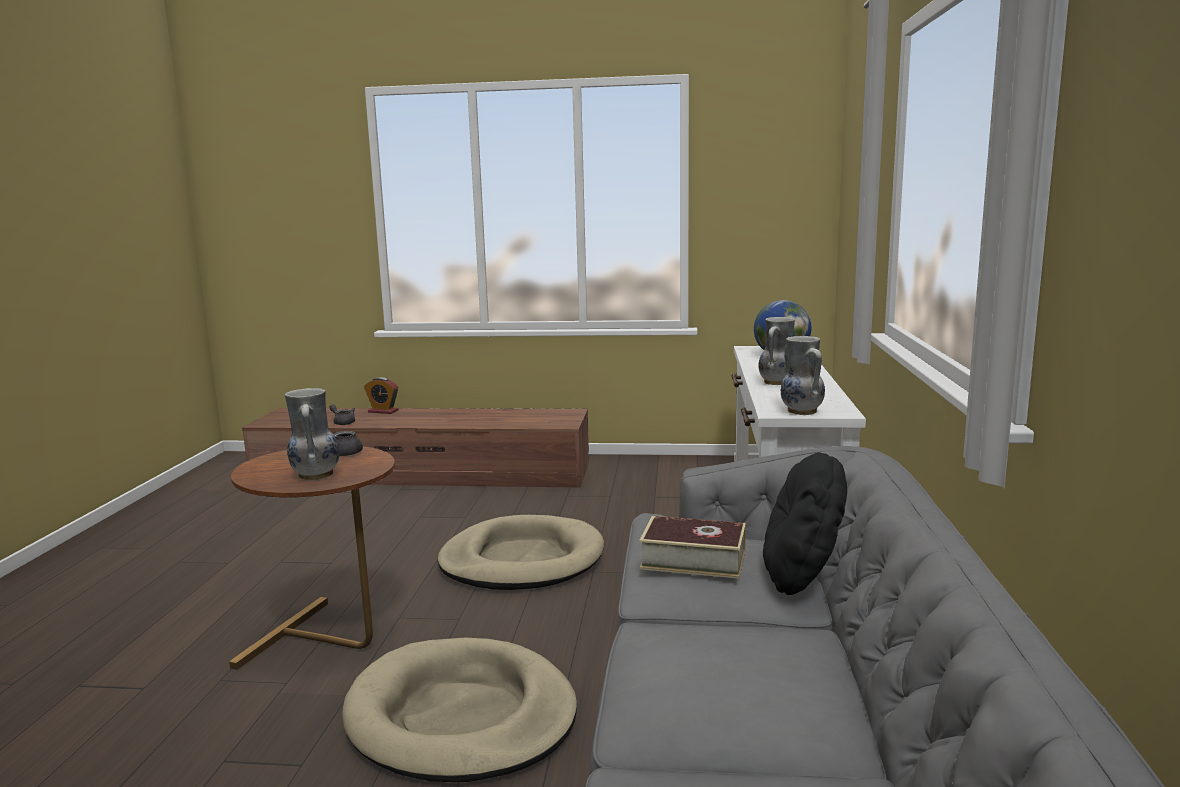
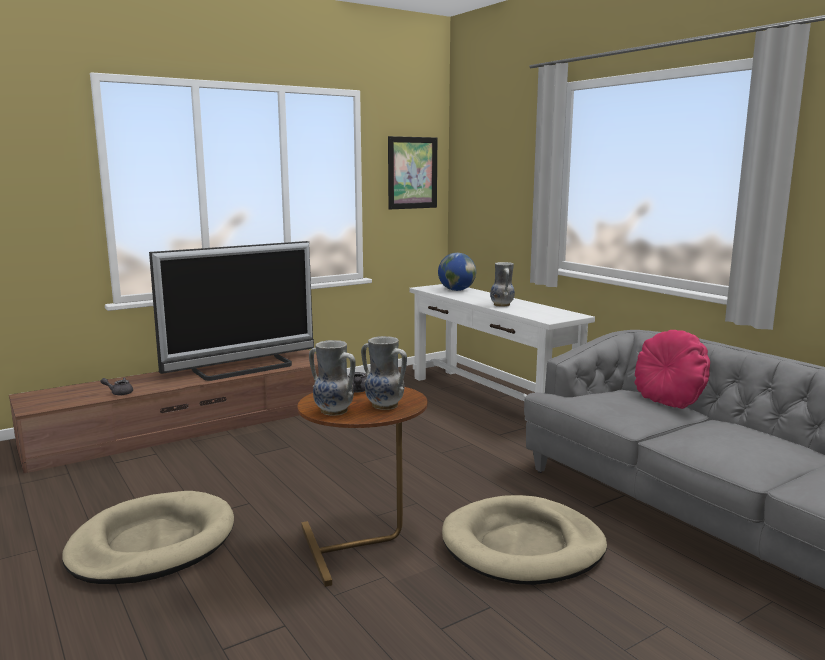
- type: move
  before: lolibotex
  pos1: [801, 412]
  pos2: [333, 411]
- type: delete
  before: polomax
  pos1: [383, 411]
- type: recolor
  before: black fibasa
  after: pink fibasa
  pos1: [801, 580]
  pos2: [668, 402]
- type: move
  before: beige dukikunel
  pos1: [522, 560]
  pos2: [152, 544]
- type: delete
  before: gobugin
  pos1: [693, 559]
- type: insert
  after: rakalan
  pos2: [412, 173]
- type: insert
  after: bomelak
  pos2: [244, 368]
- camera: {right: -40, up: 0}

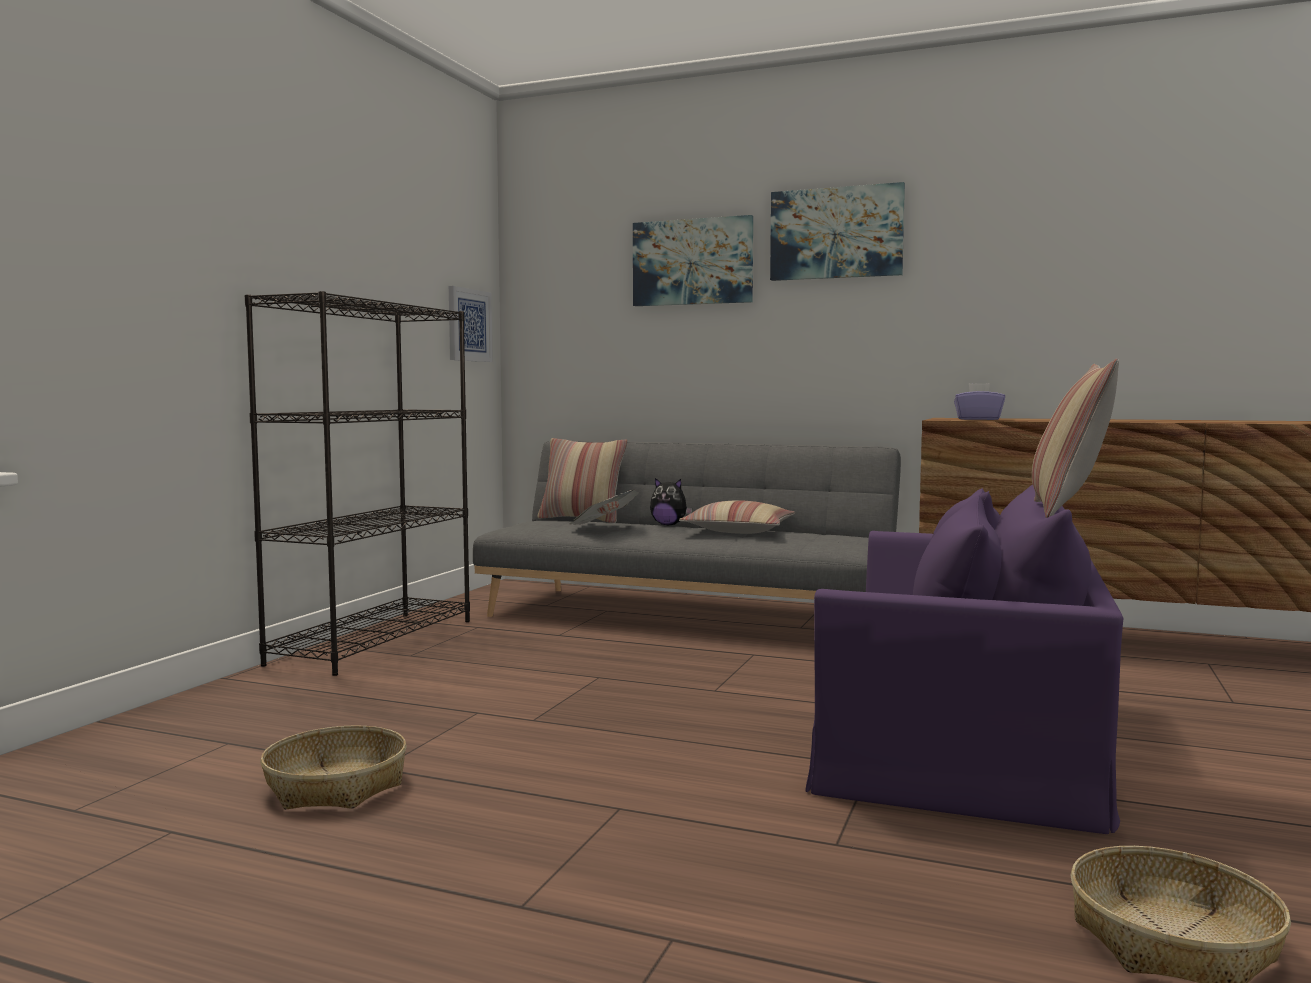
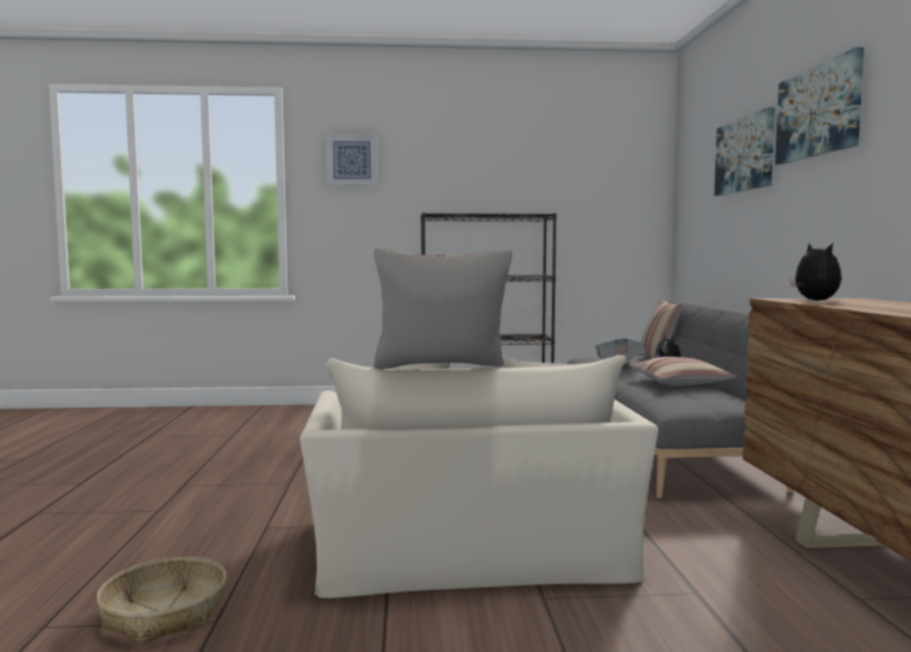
- type: move
  before: rakalan
  pos1: [469, 325]
  pos2: [352, 160]
- type: replace
  before: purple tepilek
  after: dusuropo
  pos1: [978, 419]
  pos2: [813, 300]
- type: recolor
  before: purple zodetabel
  after: beige zodetabel
  pos1: [961, 740]
  pos2: [469, 544]
- type: delete
  before: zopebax
  pos1: [336, 786]
- camera: {right: 65, up: 0}

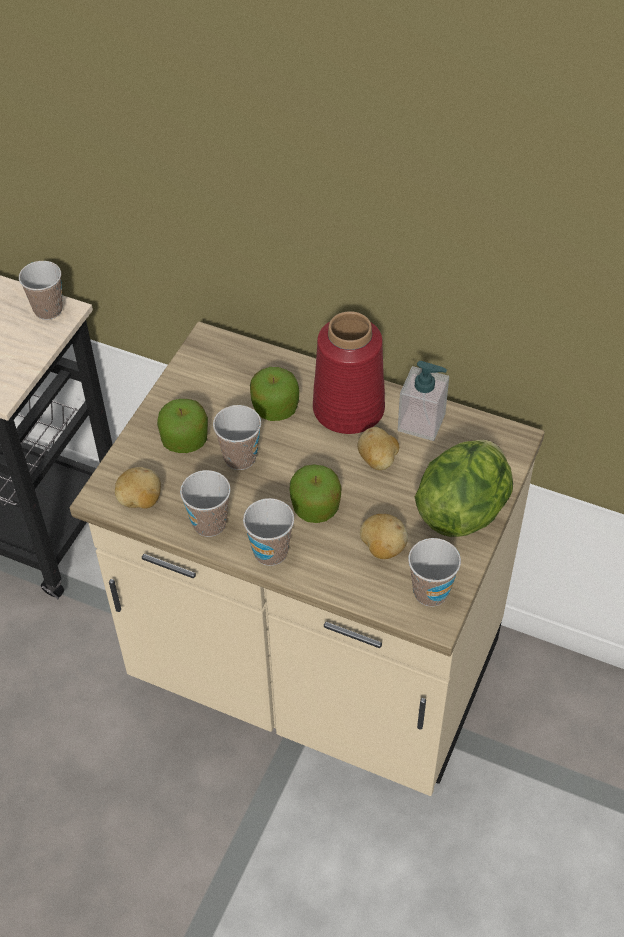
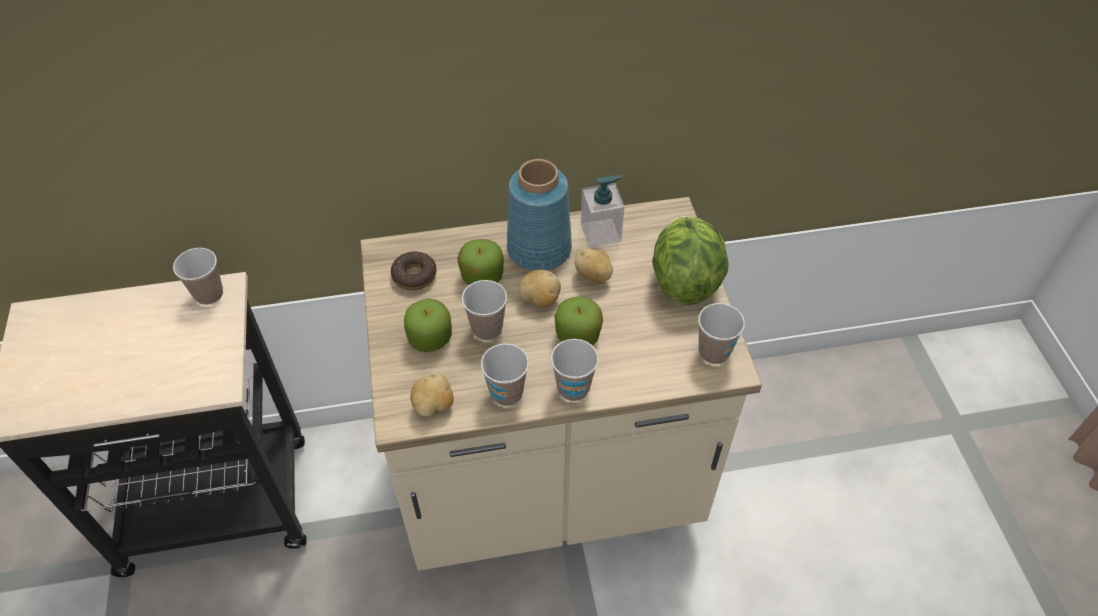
- type: recolor
  before: red lolibotex
  after: blue lolibotex
  pos1: [349, 408]
  pos2: [539, 248]
- type: move
  before: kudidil
  pos1: [382, 548]
  pos2: [540, 300]
- type: insert
  after: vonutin
  pos2: [414, 275]
- camera: {right: -35, up: 0}

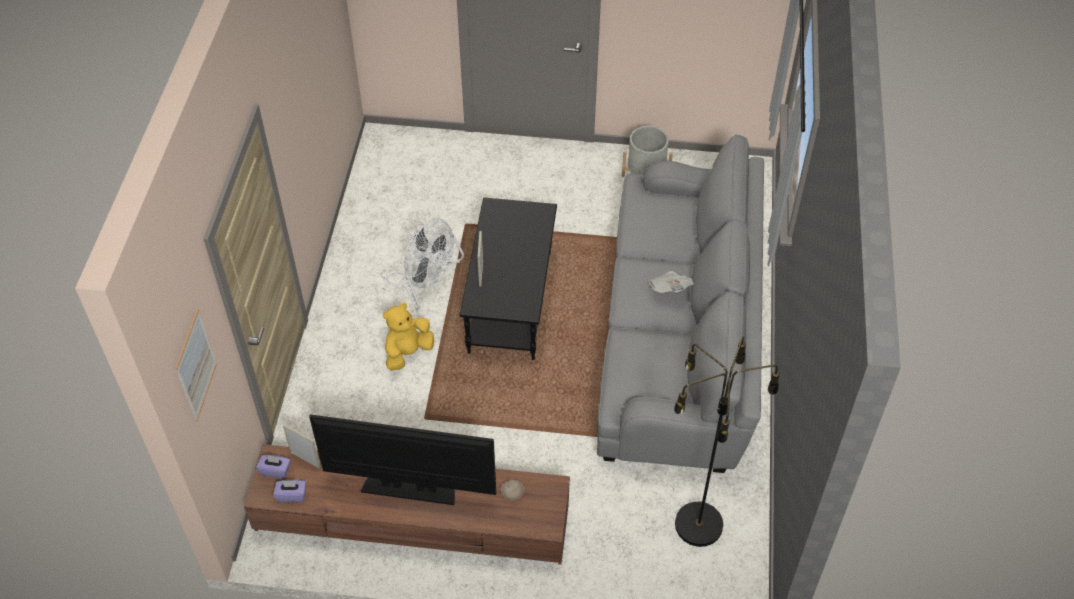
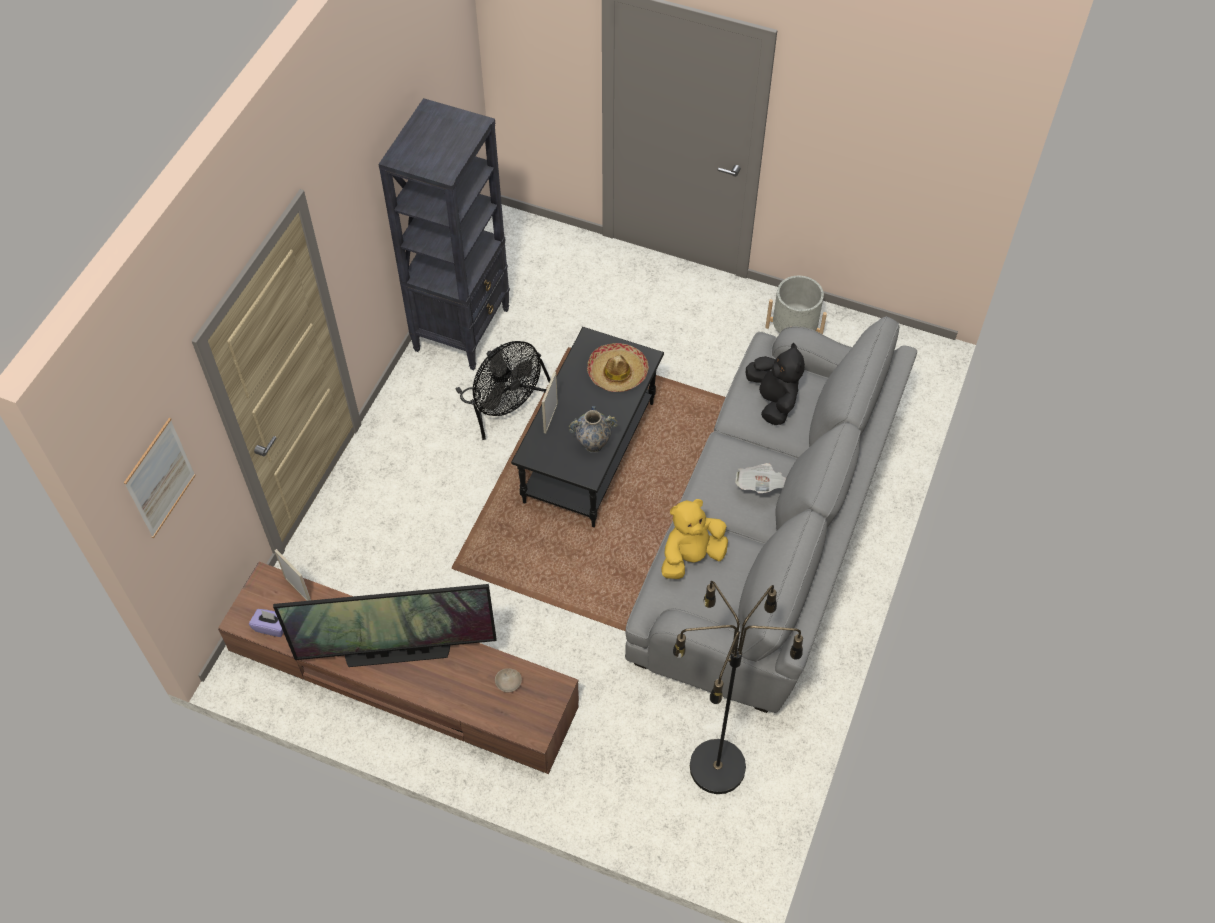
- type: recolor
  before: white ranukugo
  after: black ranukugo
  pos1: [424, 281]
  pos2: [501, 406]
- type: move
  before: yellow dusuropo
  pos1: [408, 352]
  pos2: [691, 557]
- type: rotate
  before: bomelak
  pos1: [409, 490]
  pos2: [397, 652]
  turn: 150
- type: delete
  before: purple tepilek
  pos1: [275, 470]
- type: insert
  after: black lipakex
  pos2: [462, 329]
- type: insert
  after: black dusuropo
  pos2: [773, 400]
- type: insert
  after: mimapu
  pos2: [617, 373]
- type: insert
  after: lolibotex
  pos2: [593, 445]
- camera: {right: 15, up: 5}

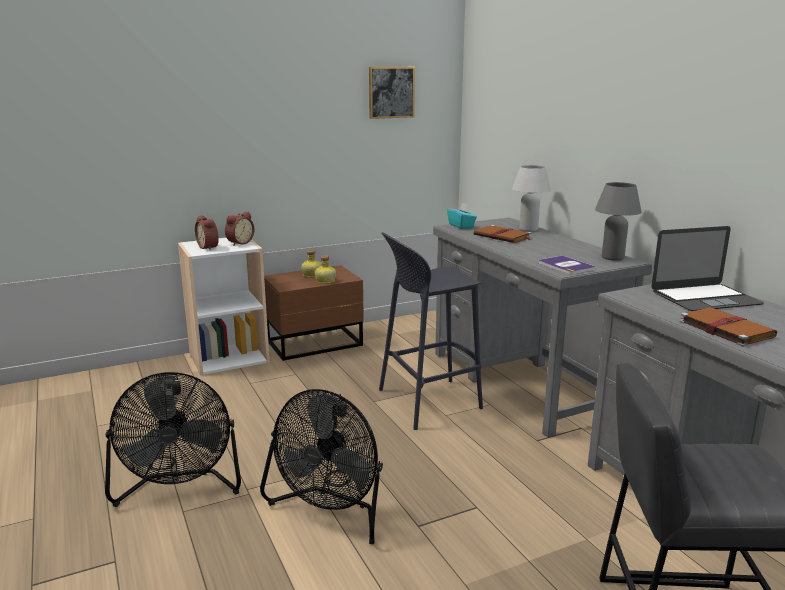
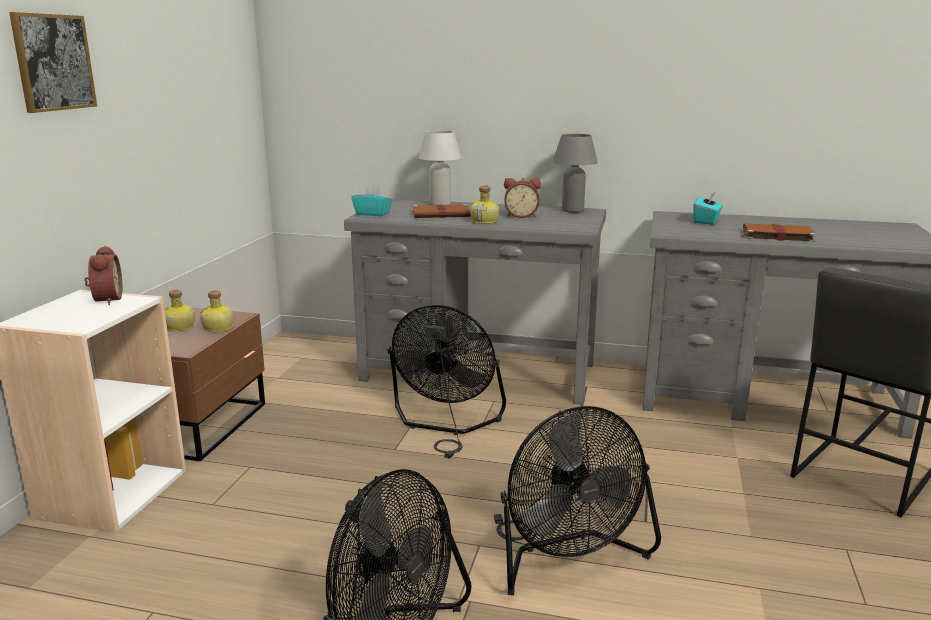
- type: move
  before: rakalan
  pos1: [391, 92]
  pos2: [53, 62]
- type: move
  before: polomax
  pos1: [209, 247]
  pos2: [521, 216]
- type: replace
  before: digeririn
  after: turquoise tepilek
  pos1: [705, 297]
  pos2: [706, 221]
- type: replace
  before: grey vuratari
  after: black ranukugo
  pos1: [428, 402]
  pos2: [443, 424]
- type: delete
  before: gobugin
  pos1: [566, 266]
- type: insert
  after: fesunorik
  pos2: [485, 221]
- camera: {right: -50, up: 0}

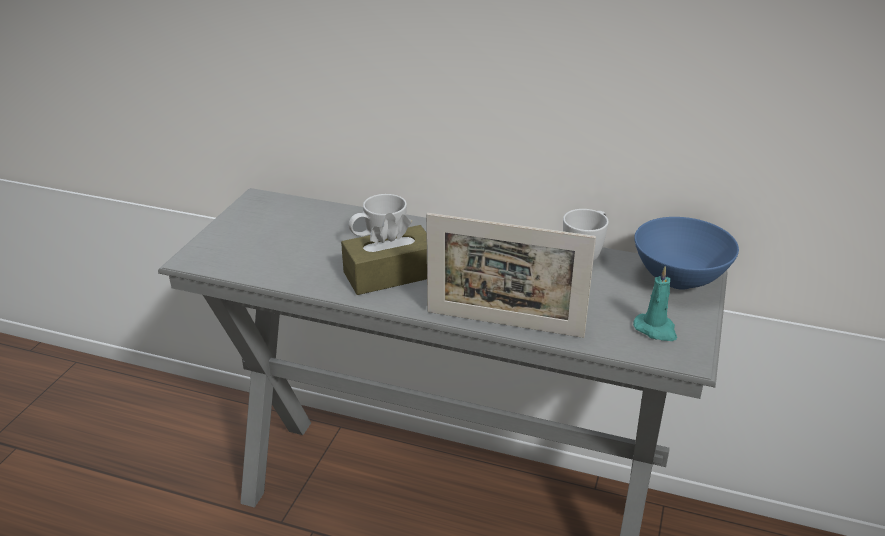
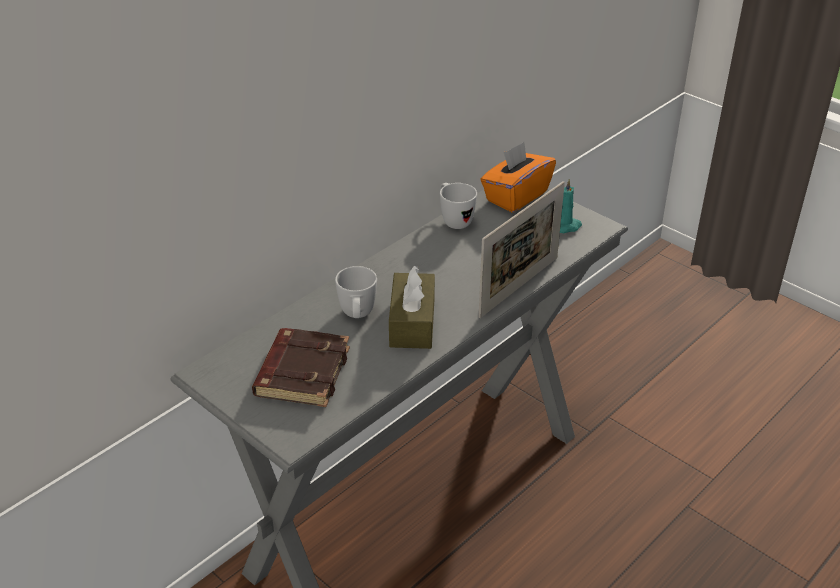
- type: replace
  before: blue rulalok
  after: orange tepilek
  pos1: [677, 281]
  pos2: [516, 196]
- type: insert
  after: brown gobugin
  pos2: [301, 372]
- camera: {right: -65, up: 5}

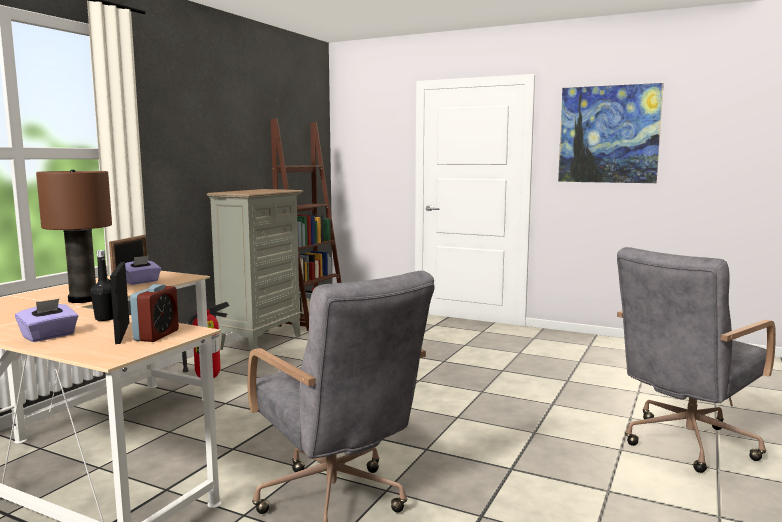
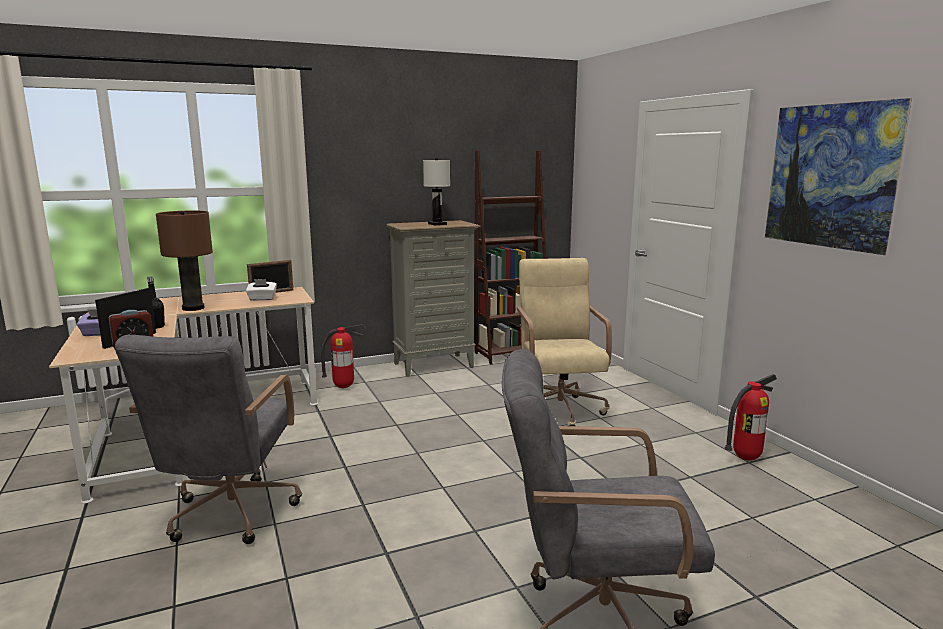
- type: recolor
  before: purple tepilek
  after: white tepilek
  pos1: [141, 282]
  pos2: [262, 299]
- type: insert
  after: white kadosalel
  pos2: [437, 224]
- type: insert
  after: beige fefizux
  pos2: [558, 409]
- type: insert
  after: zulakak
  pos2: [746, 458]
- camera: {right: 40, up: 5}

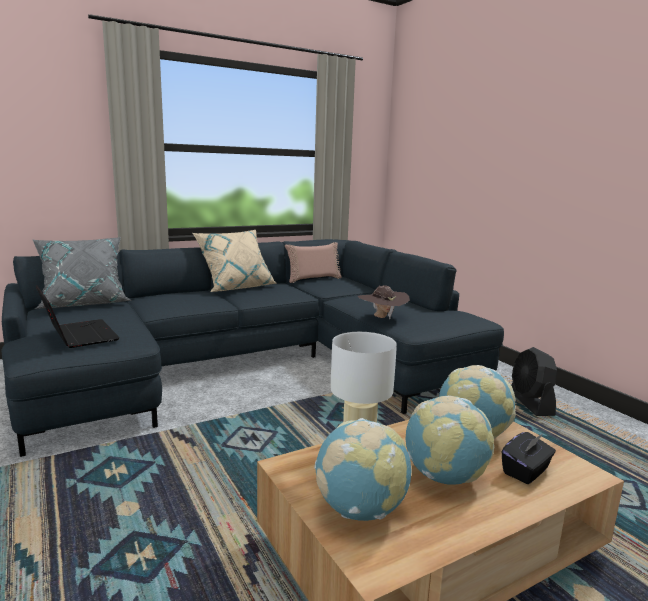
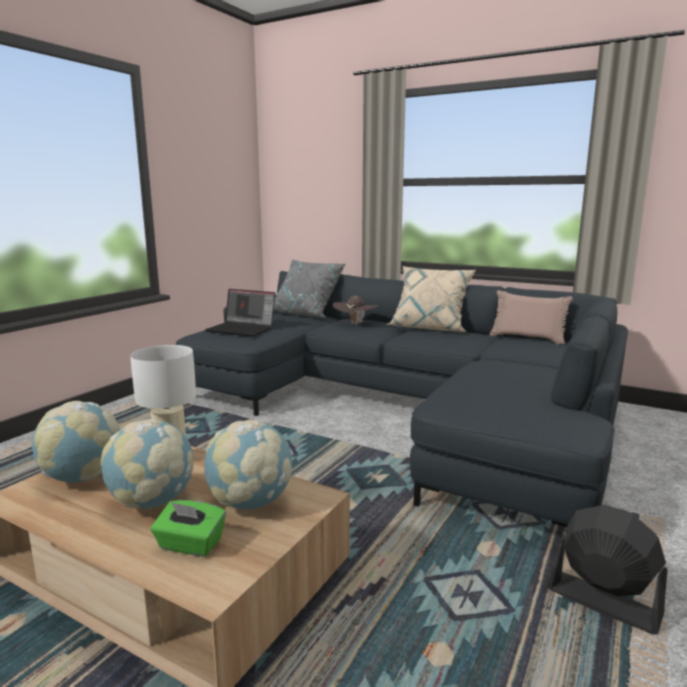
- type: rotate
  before: digeririn
  pos1: [78, 335]
  pos2: [242, 329]
  turn: 90
- type: move
  before: brown mimapu
  pos1: [382, 318]
  pos2: [355, 324]
- type: rotate
  before: black ranukugo
  pos1: [531, 403]
  pos2: [602, 601]
  turn: 75
- type: recolor
  before: black tepilek
  after: green tepilek
  pos1: [526, 471]
  pos2: [190, 545]
- camera: {right: 60, up: 0}

